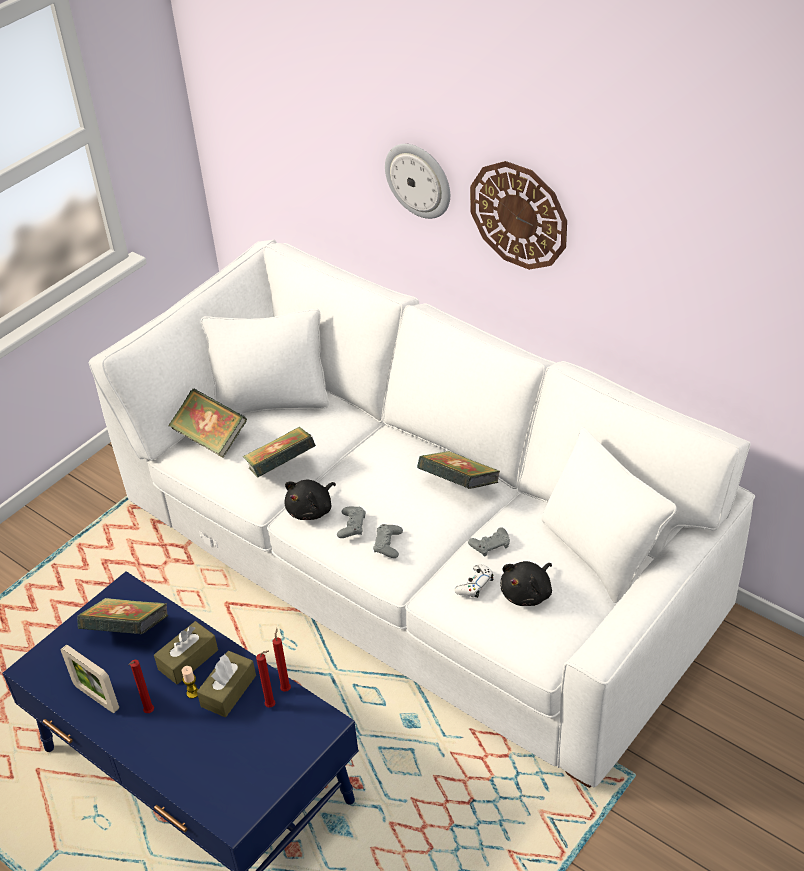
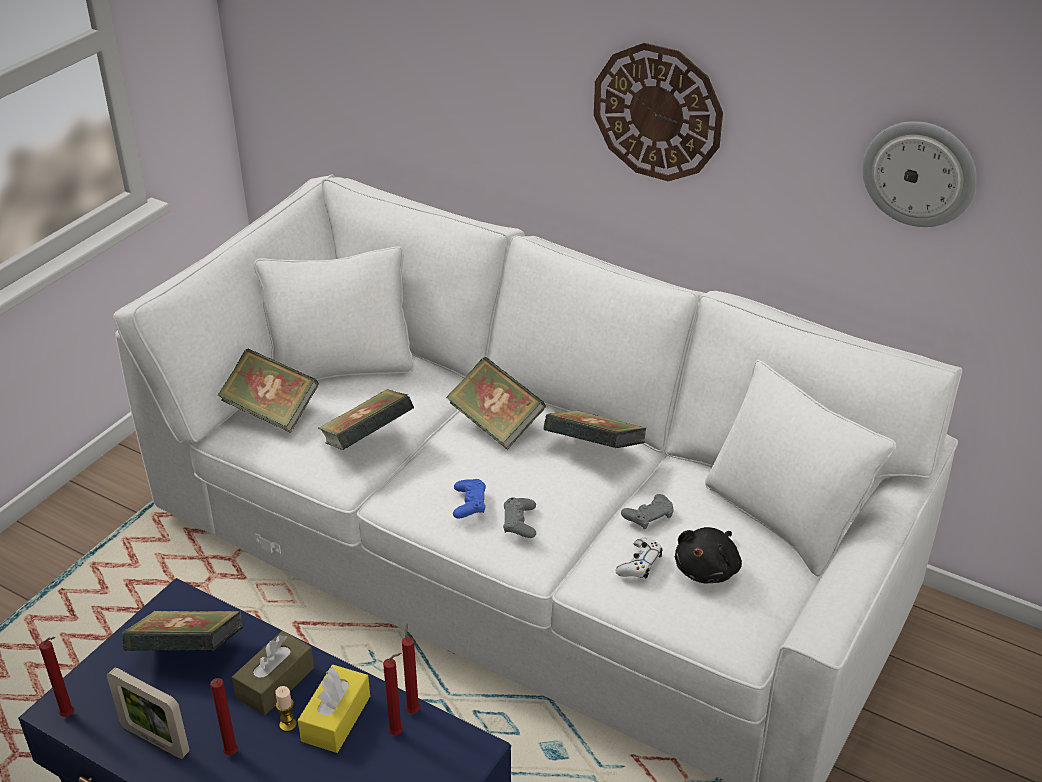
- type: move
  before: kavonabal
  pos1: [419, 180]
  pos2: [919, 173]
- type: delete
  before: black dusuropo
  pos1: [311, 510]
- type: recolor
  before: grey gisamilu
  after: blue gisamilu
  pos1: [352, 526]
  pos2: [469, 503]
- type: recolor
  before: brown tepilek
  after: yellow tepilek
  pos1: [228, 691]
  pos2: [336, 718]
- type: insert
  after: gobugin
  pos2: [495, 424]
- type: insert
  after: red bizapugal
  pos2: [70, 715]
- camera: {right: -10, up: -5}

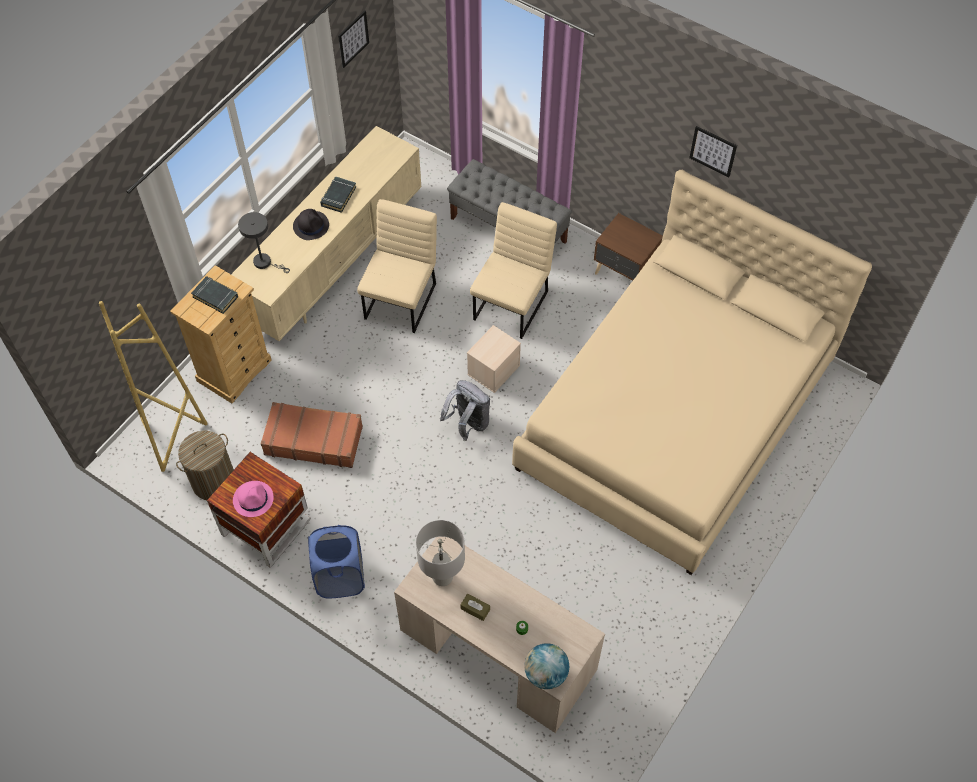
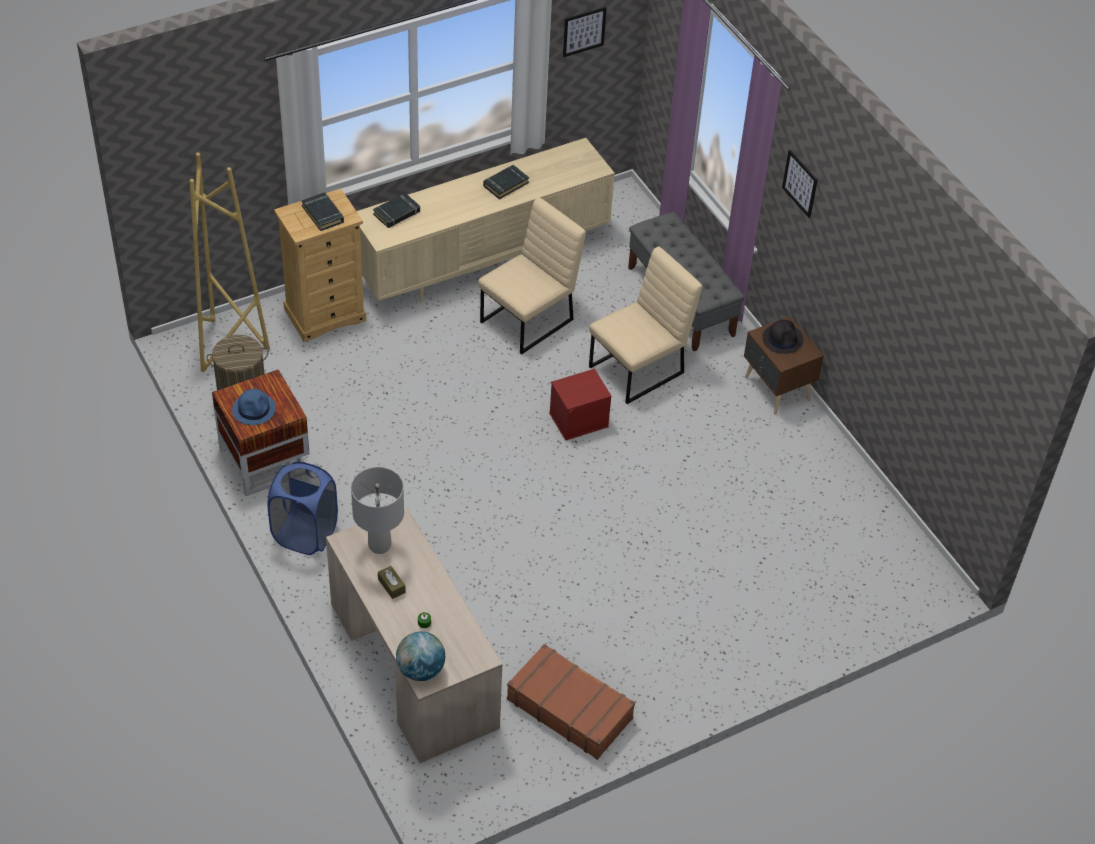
- type: move
  before: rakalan
  pos1: [713, 151]
  pos2: [800, 183]
- type: delete
  before: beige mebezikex
  pos1: [676, 415]
- type: move
  before: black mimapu
  pos1: [311, 225]
  pos2: [782, 339]
- type: replace
  before: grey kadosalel
  after: black gobugin
  pos1: [265, 262]
  pos2: [397, 213]
- type: recolor
  before: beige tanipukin
  after: red tanipukin
  pos1: [493, 369]
  pos2: [579, 419]
- type: delete
  before: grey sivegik
  pos1: [468, 424]
- type: move
  before: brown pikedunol
  pos1: [313, 440]
  pos2: [570, 708]
- type: recolor
  before: pink mimapu
  after: blue mimapu
  pos1: [253, 499]
  pos2: [254, 409]
- camera: {right: 25, up: -10}

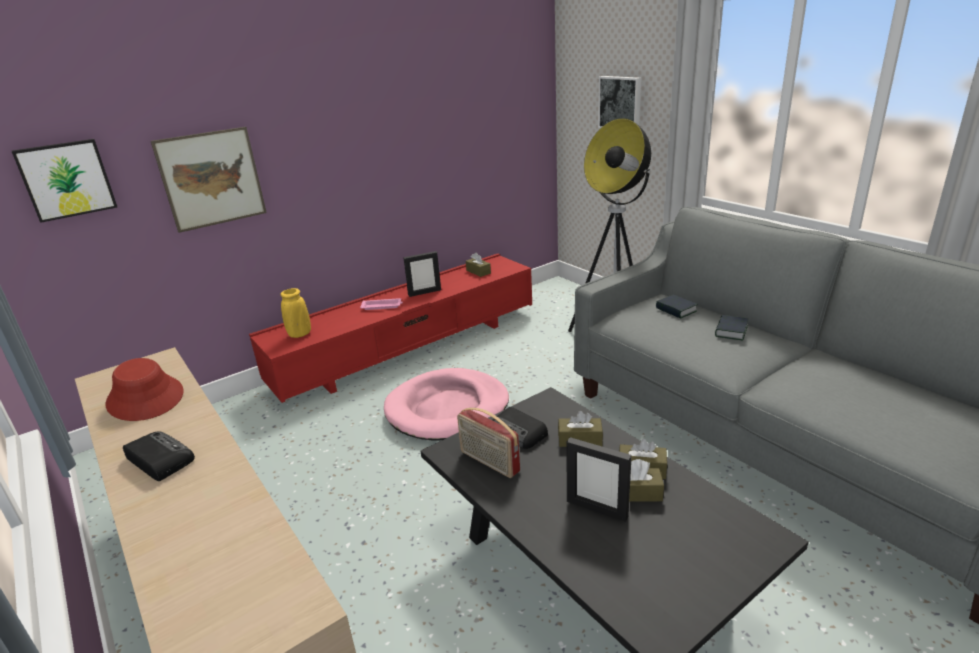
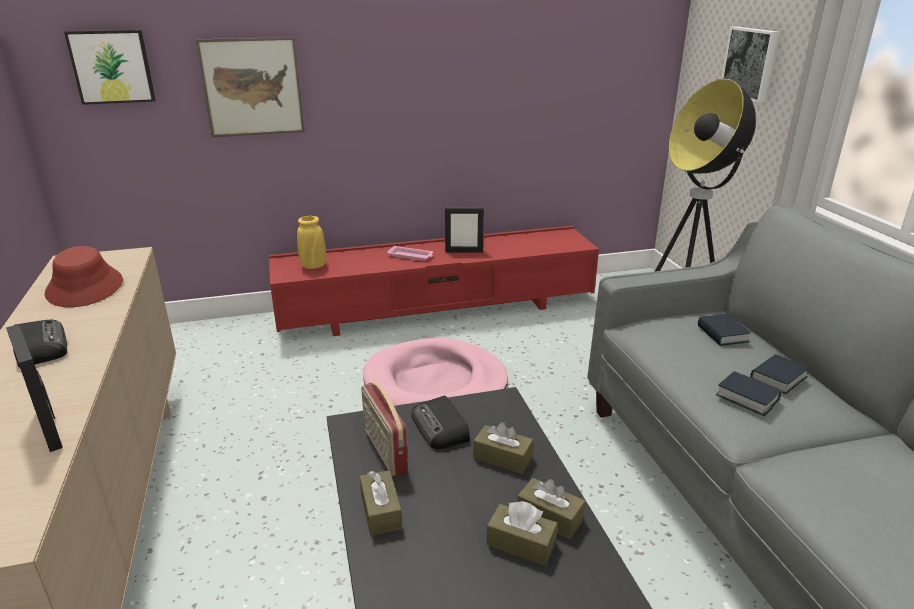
- type: move
  before: brown tepilek
  pos1: [478, 272]
  pos2: [381, 511]
- type: move
  before: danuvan
  pos1: [597, 508]
  pos2: [50, 428]
- type: insert
  after: gobugin
  pos2: [747, 398]
- camera: {right: 20, up: 0}

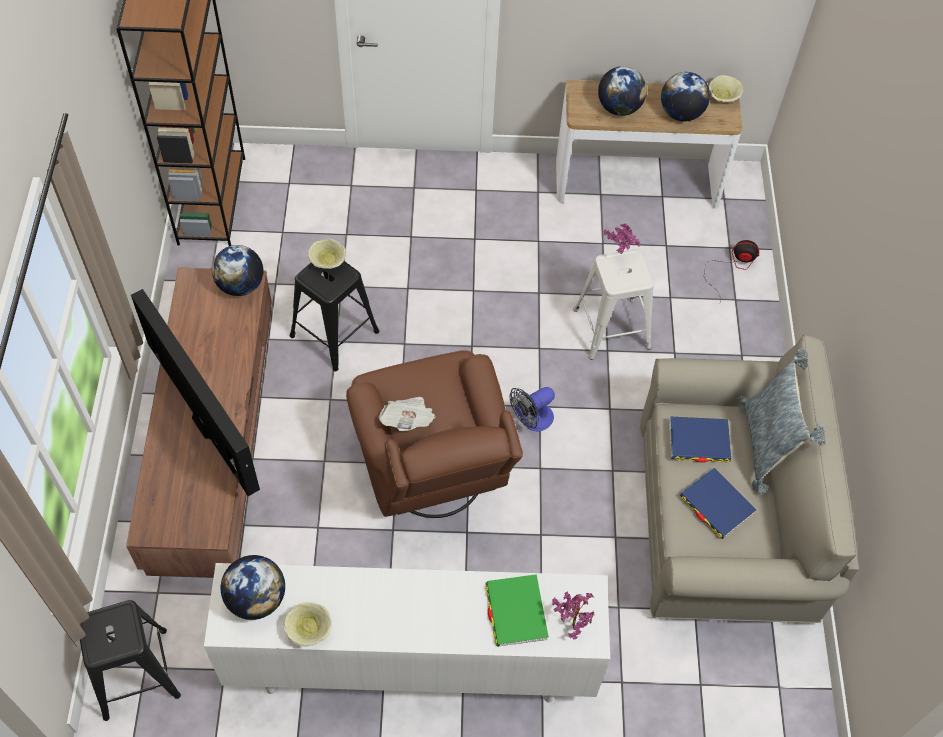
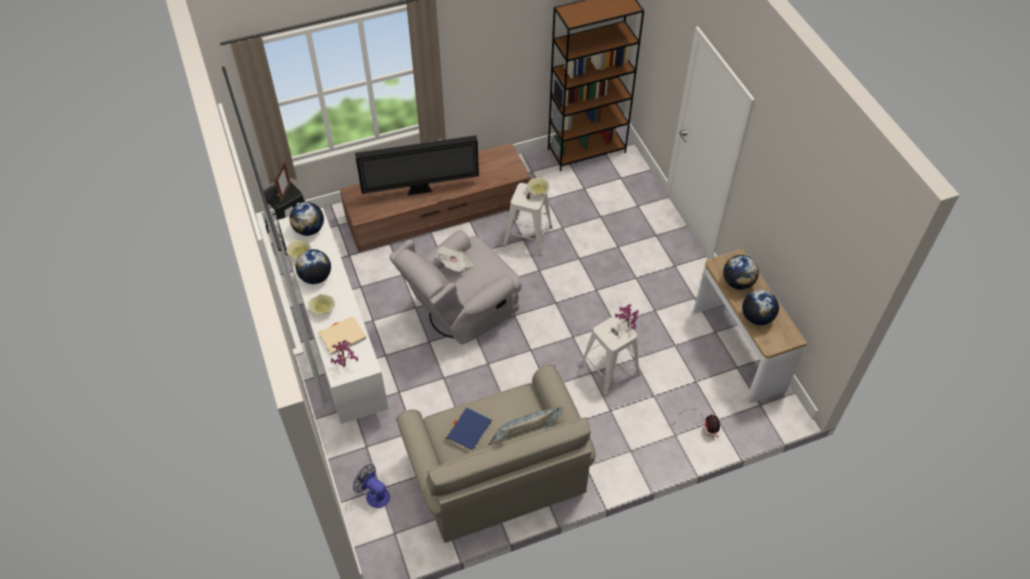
- type: move
  before: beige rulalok
  pos1: [723, 98]
  pos2: [322, 310]
- type: move
  before: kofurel
  pos1: [241, 285]
  pos2: [315, 277]
- type: recolor
  before: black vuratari
  after: white vuratari
  pos1: [334, 334]
  pos2: [528, 236]
- type: rotate
  before: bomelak
  pos1: [206, 424]
  pos2: [421, 190]
  turn: 45
- type: recolor
  before: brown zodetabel
  after: grey zodetabel
  pos1: [433, 471]
  pos2: [460, 313]
- type: move
  before: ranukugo
  pos1: [532, 420]
  pos2: [374, 494]
- type: delete
  before: blue gobugin
  pos1: [698, 441]
- type: recolor
  before: green gobugin
  after: beige gobugin
  pos1: [516, 612]
  pos2: [342, 337]
- type: insert
  after: danuvan
  pos2: [285, 193]
- camera: {right: 70, up: -5}

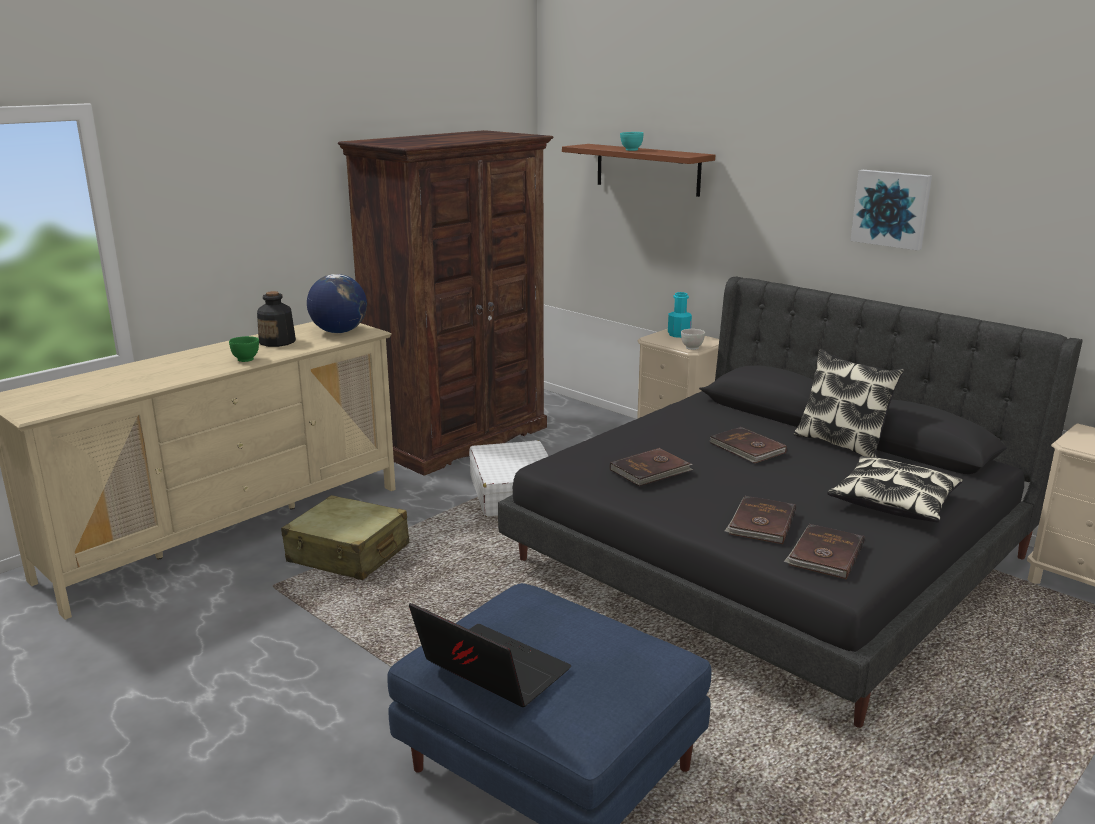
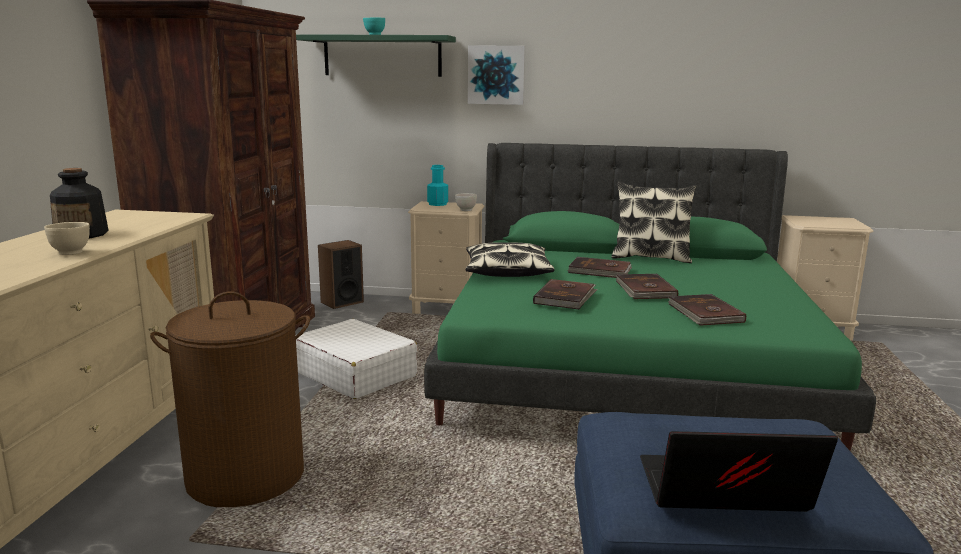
- type: recolor
  before: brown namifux
  after: green namifux
  pos1: [647, 169]
  pos2: [382, 56]
- type: move
  before: rakalan
  pos1: [891, 208]
  pos2: [496, 75]
- type: delete
  before: kofurel
  pos1: [339, 332]
- type: recolor
  before: black mebezikex
  after: green mebezikex
  pos1: [772, 559]
  pos2: [626, 367]
- type: recolor
  before: green rulalok
  after: beige rulalok
  pos1: [246, 359]
  pos2: [71, 253]
- type: move
  before: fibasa
  pos1: [894, 502]
  pos2: [507, 271]
- type: replace
  before: beige pikedunol
  after: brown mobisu
  pos1: [348, 554]
  pos2: [246, 476]
- type: move
  before: brown gobugin
  pos1: [824, 555]
  pos2: [644, 290]
- type: insert
  after: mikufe
  pos2: [342, 302]
- camera: {right: -35, up: -5}

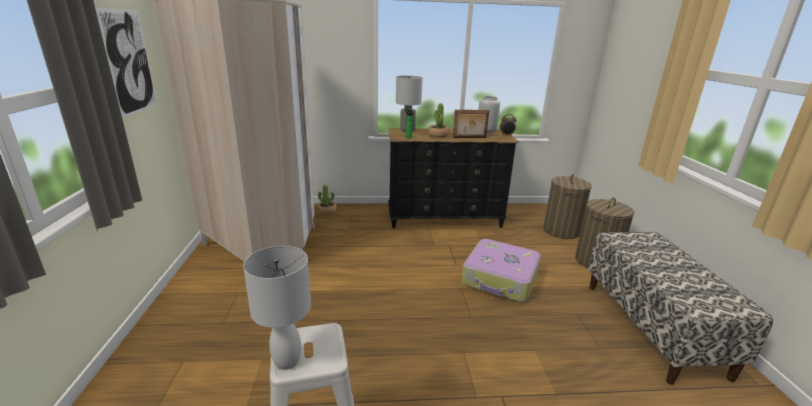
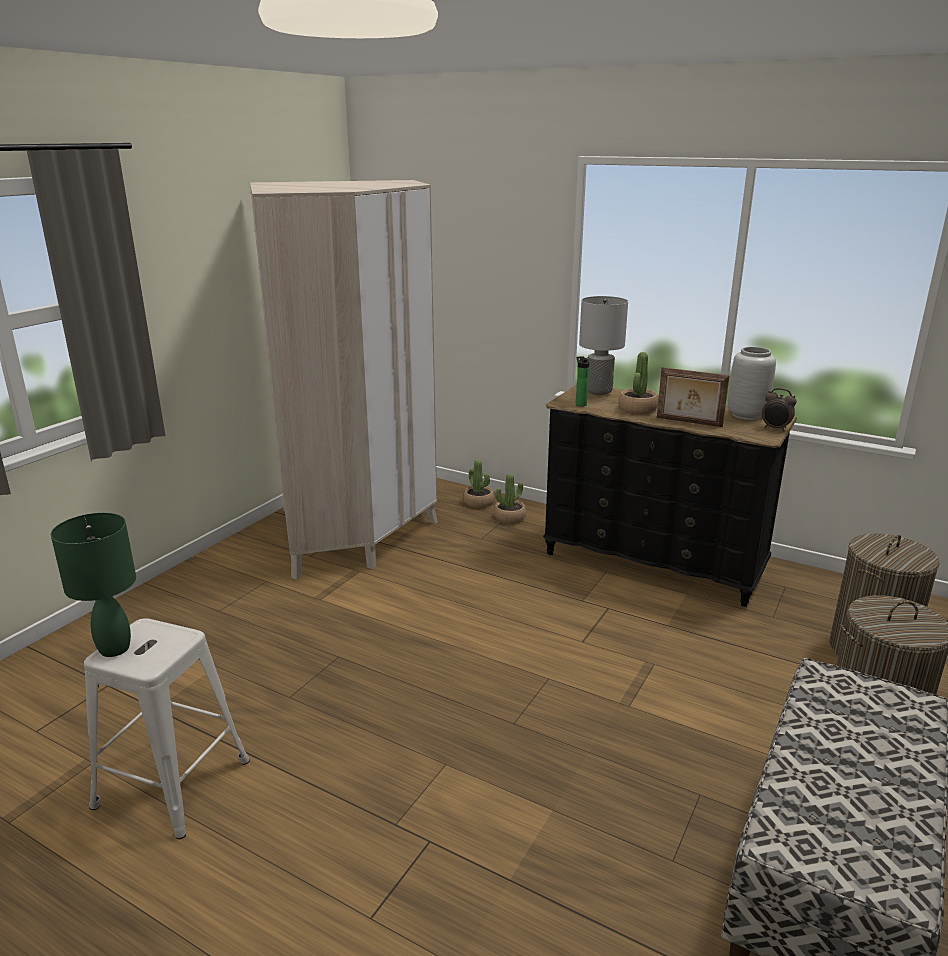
- type: delete
  before: rakalan
  pos1: [129, 62]
- type: delete
  before: pikedunol
  pos1: [500, 279]
- type: recolor
  before: white kadosalel
  after: green kadosalel
  pos1: [287, 360]
  pos2: [115, 648]
- type: insert
  after: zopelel
  pos2: [509, 517]
- camera: {right: 35, up: 0}

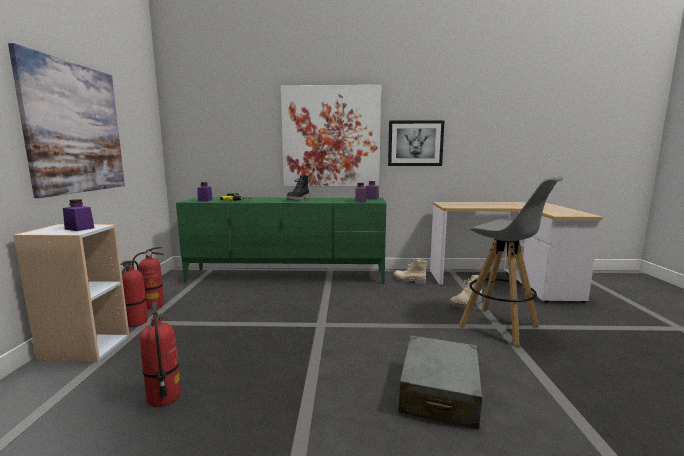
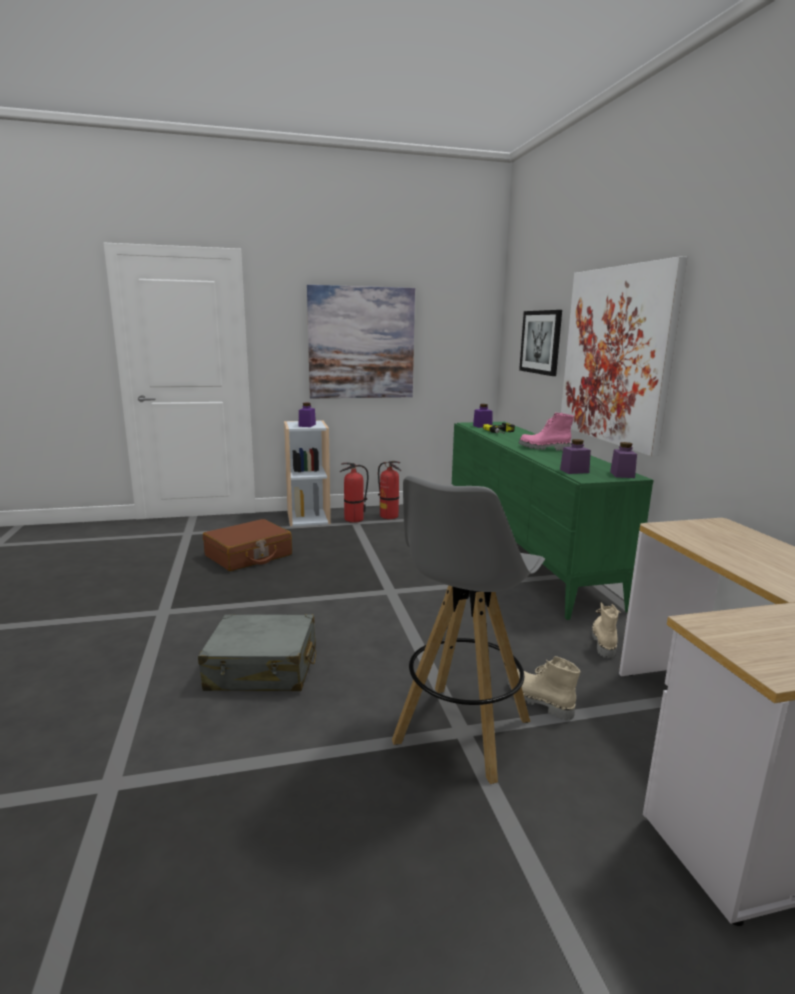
- type: move
  before: rakalan
  pos1: [415, 143]
  pos2: [541, 342]
- type: recolor
  before: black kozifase
  after: pink kozifase
  pos1: [298, 199]
  pos2: [543, 448]
- type: replace
  before: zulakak
  after: brown pikedunol
  pos1: [163, 397]
  pos2: [248, 556]
- camera: {right: 75, up: 5}

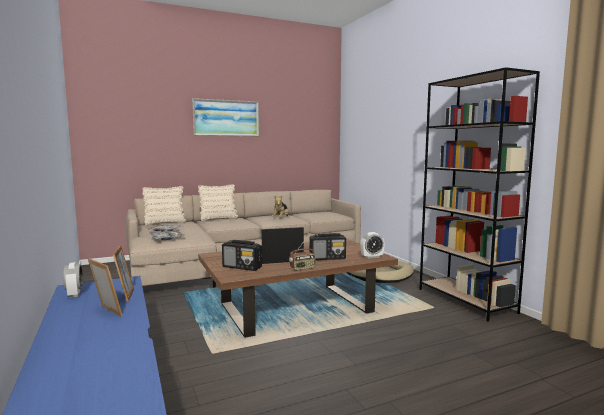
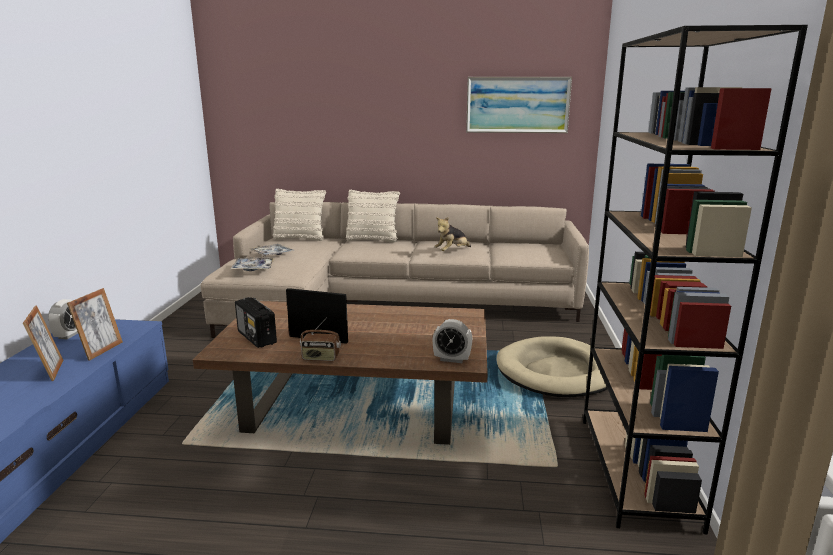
- type: move
  before: rakalan
  pos1: [226, 118]
  pos2: [517, 105]
- type: delete
  before: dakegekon
  pos1: [327, 258]
- camera: {right: 30, up: 10}

